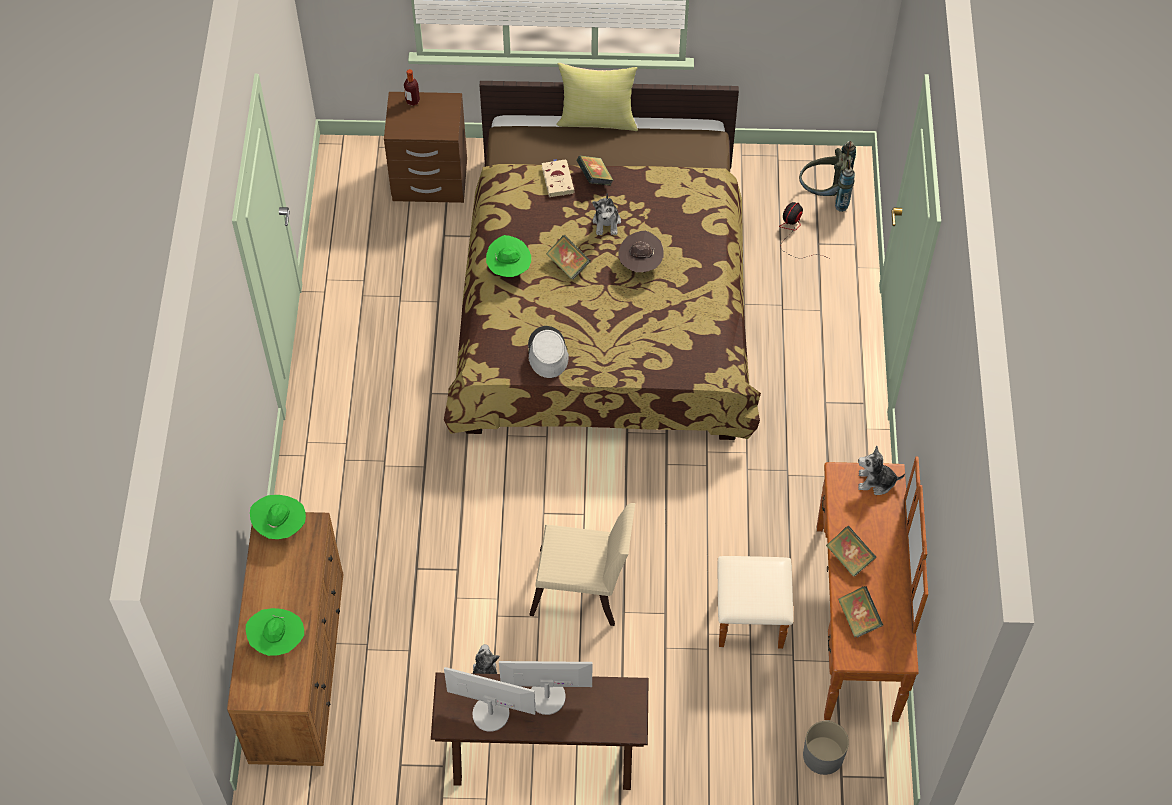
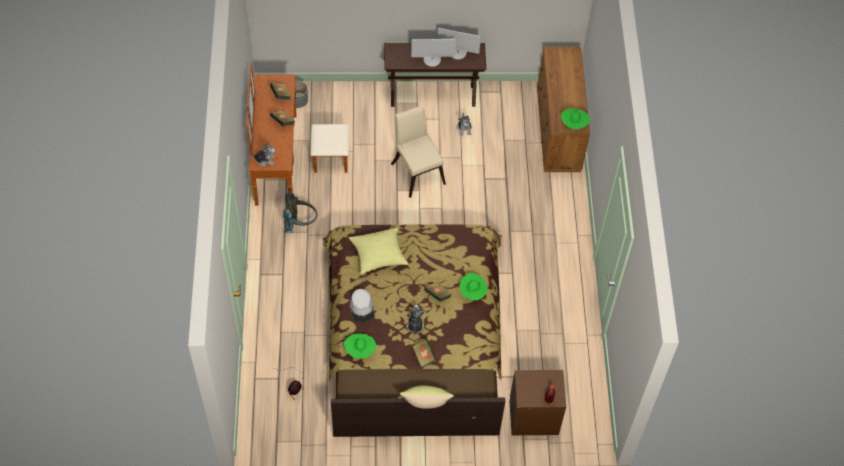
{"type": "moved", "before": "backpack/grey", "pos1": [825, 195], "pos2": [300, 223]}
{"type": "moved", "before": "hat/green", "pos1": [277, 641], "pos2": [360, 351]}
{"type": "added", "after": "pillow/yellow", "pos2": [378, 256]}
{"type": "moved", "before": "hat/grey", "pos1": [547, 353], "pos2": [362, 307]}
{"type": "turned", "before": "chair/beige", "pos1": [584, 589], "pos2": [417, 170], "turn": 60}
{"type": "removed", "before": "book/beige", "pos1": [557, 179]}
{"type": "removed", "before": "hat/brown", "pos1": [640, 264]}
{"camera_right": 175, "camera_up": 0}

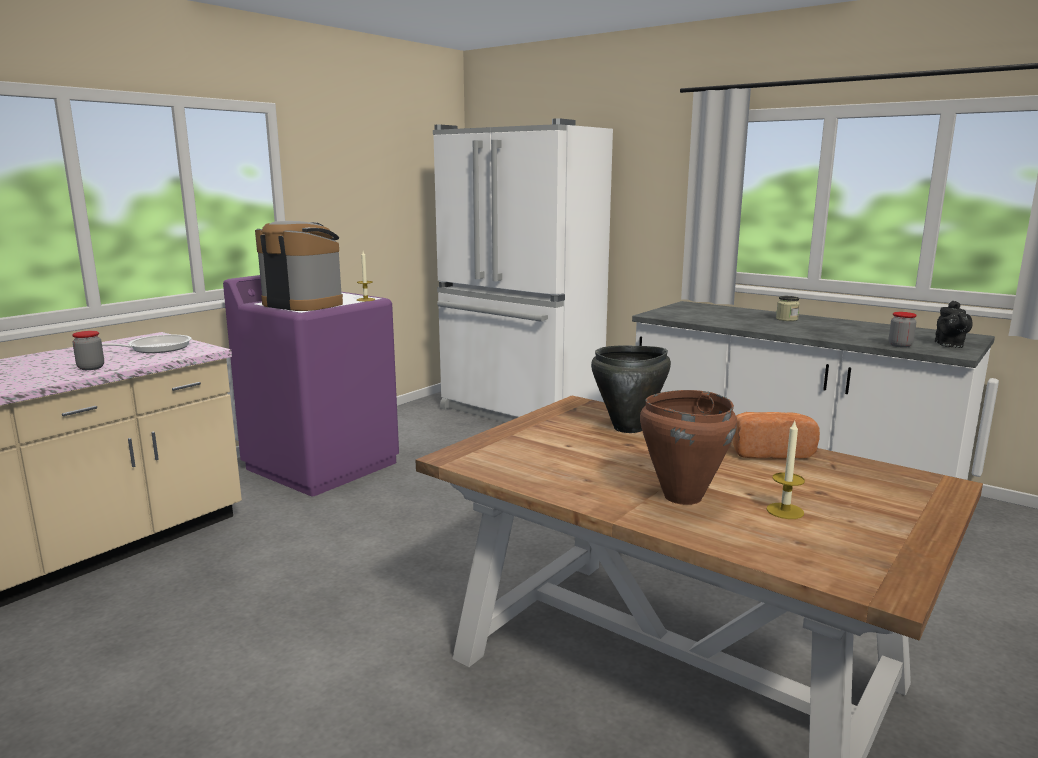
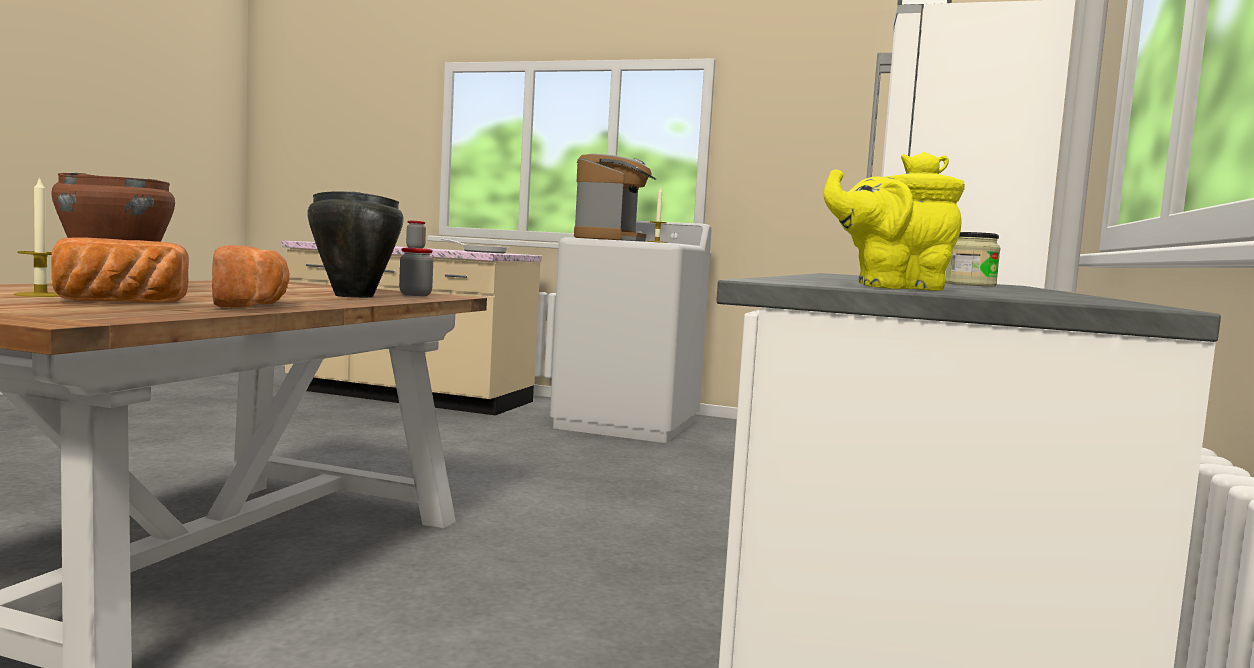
{"type": "added", "after": "bread", "pos2": [119, 302]}
{"type": "moved", "before": "jar", "pos1": [900, 345], "pos2": [415, 295]}
{"type": "recoloured", "before": "washing machine/purple", "after": "washing machine/white", "pos1": [323, 465], "pos2": [627, 424]}
{"type": "recoloured", "before": "teapot/black", "after": "teapot/yellow", "pos1": [949, 345], "pos2": [892, 287]}
{"camera_right": 70, "camera_up": -10}

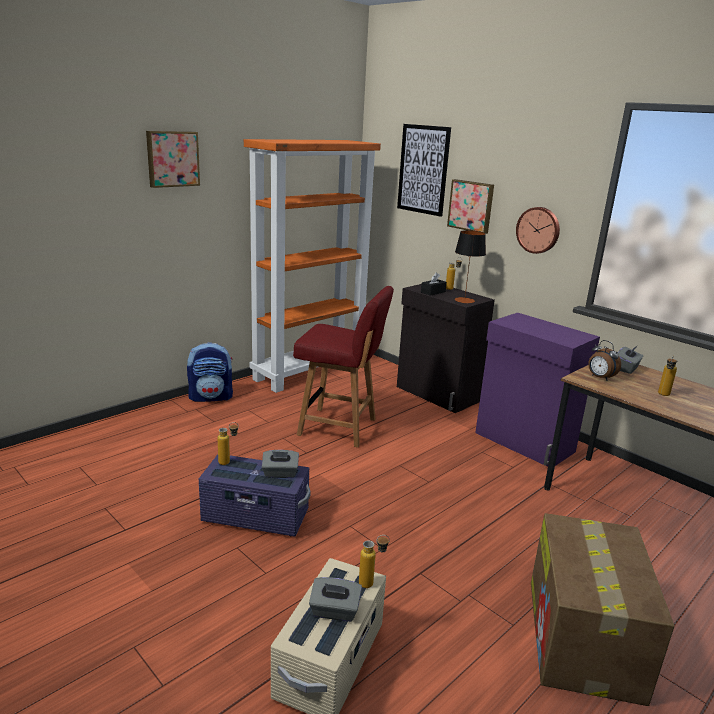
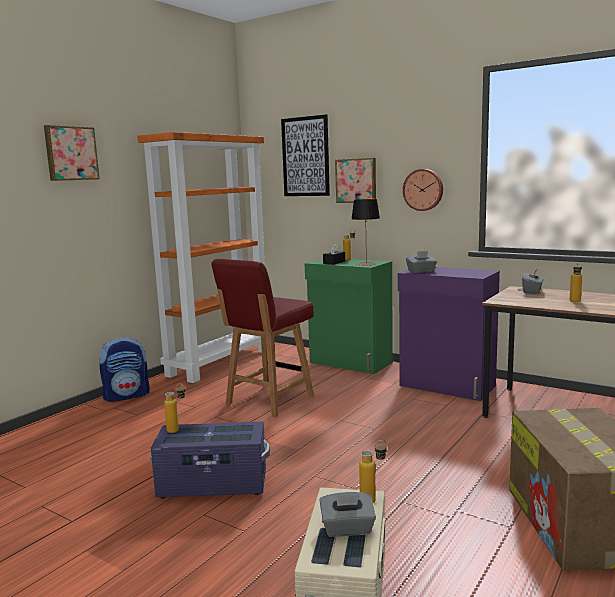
{"type": "turned", "before": "chair/red", "pos1": [339, 427], "pos2": [268, 400], "turn": 120}
{"type": "recoloured", "before": "cabinet/black", "after": "cabinet/green", "pos1": [437, 394], "pos2": [350, 363]}
{"type": "moved", "before": "tissue box/grey", "pos1": [280, 473], "pos2": [421, 271]}
{"type": "removed", "before": "alarm clock", "pos1": [600, 378]}
{"camera_right": -10, "camera_up": -10}

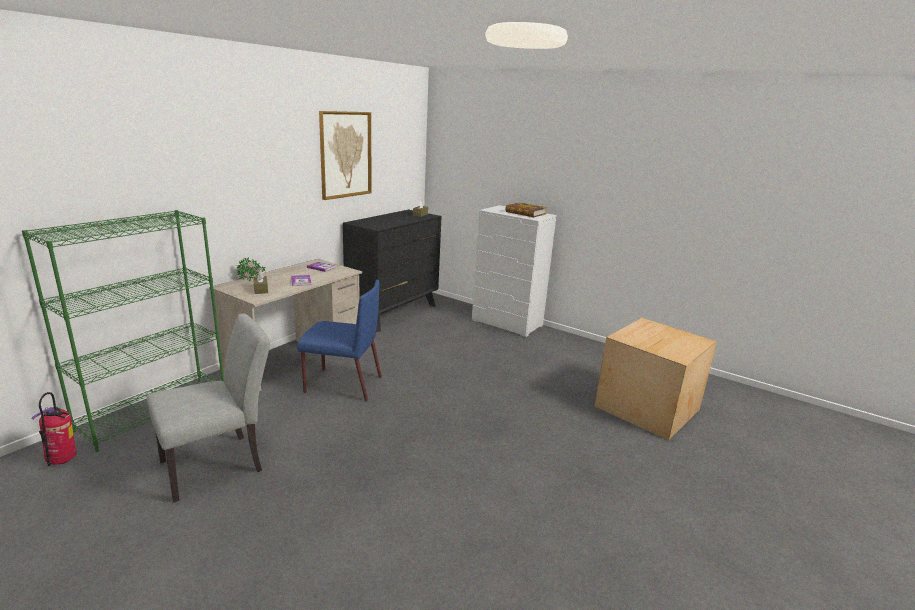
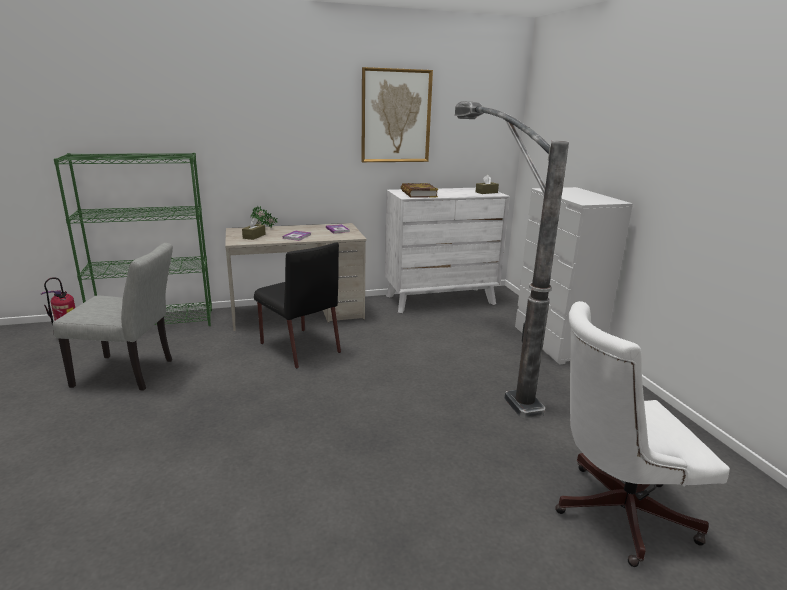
{"type": "recoloured", "before": "chair/blue", "after": "chair/black", "pos1": [342, 384], "pos2": [299, 347]}
{"type": "recoloured", "before": "dresser/black", "after": "dresser/white", "pos1": [393, 312], "pos2": [440, 299]}
{"type": "moved", "before": "book", "pos1": [525, 213], "pos2": [418, 194]}
{"type": "added", "after": "floor lamp", "pos2": [482, 359]}
{"type": "replaced", "before": "cardboard box", "after": "office chair/white", "pos1": [645, 408], "pos2": [613, 511]}
{"camera_right": 40, "camera_up": 0}

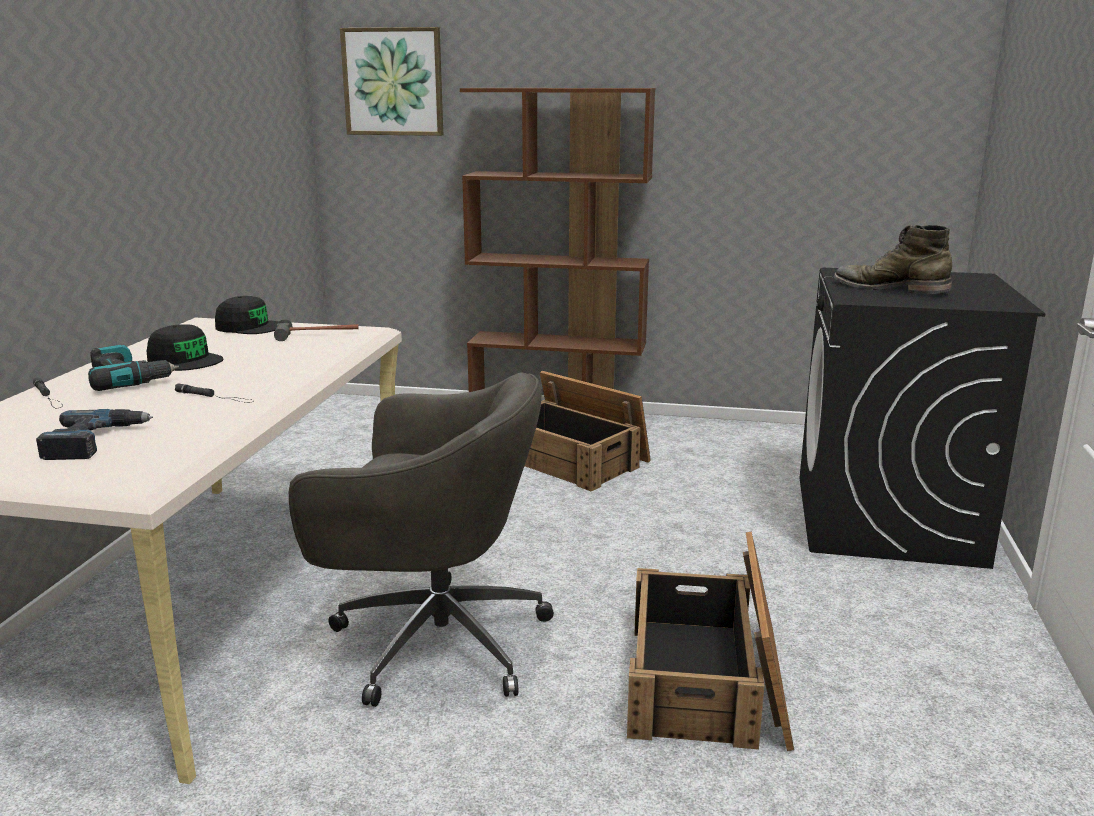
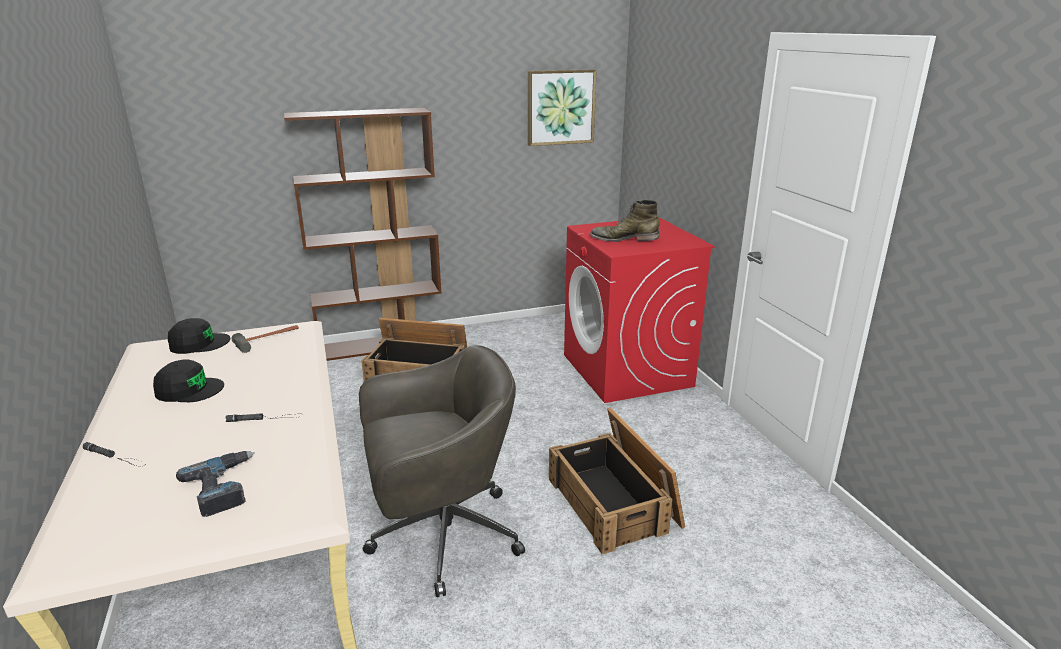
{"type": "moved", "before": "picture", "pos1": [393, 82], "pos2": [560, 107]}
{"type": "recoloured", "before": "washing machine/black", "after": "washing machine/red", "pos1": [887, 521], "pos2": [627, 371]}
{"type": "removed", "before": "power drill", "pos1": [129, 380]}
{"camera_right": -30, "camera_up": 5}

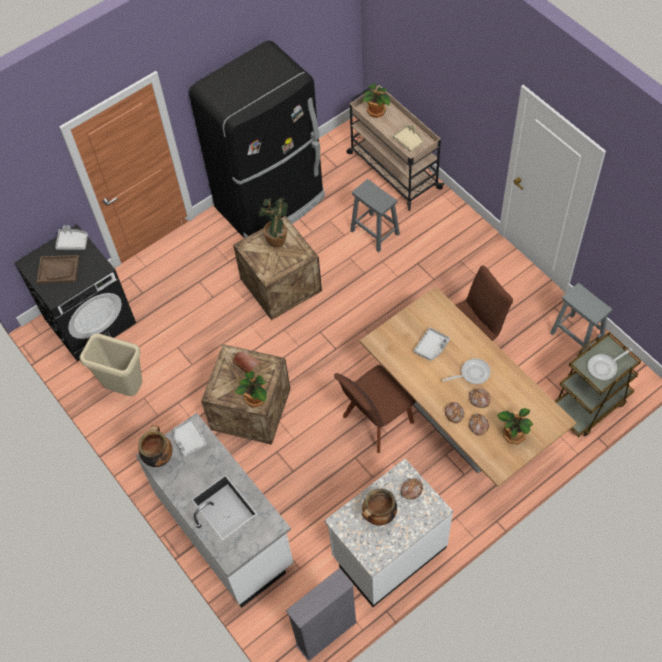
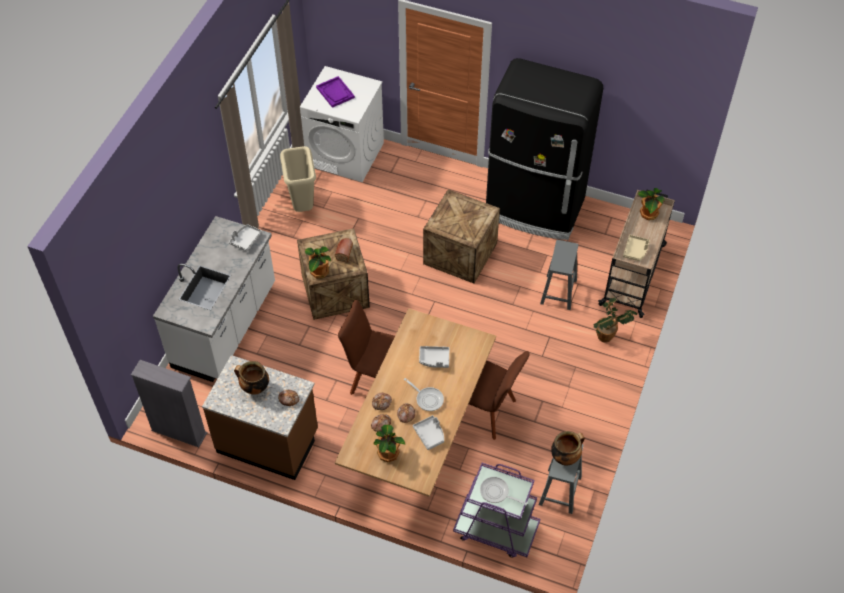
{"type": "recoloured", "before": "counter/white", "after": "counter/brown", "pos1": [388, 552], "pos2": [268, 441]}
{"type": "recoloured", "before": "washing machine/black", "after": "washing machine/white", "pos1": [90, 320], "pos2": [346, 154]}
{"type": "recoloured", "before": "tray/brown", "after": "tray/purple", "pos1": [58, 270], "pos2": [335, 93]}
{"type": "moved", "before": "tray/grey", "pos1": [72, 242], "pos2": [430, 434]}
{"type": "recoloured", "before": "cart/brown", "after": "cart/purple", "pos1": [589, 404], "pos2": [495, 530]}
{"type": "moved", "before": "cooking pot", "pos1": [158, 456], "pos2": [565, 457]}
{"type": "moved", "before": "potted plant", "pos1": [278, 238], "pos2": [608, 336]}
{"camera_right": 55, "camera_up": -5}

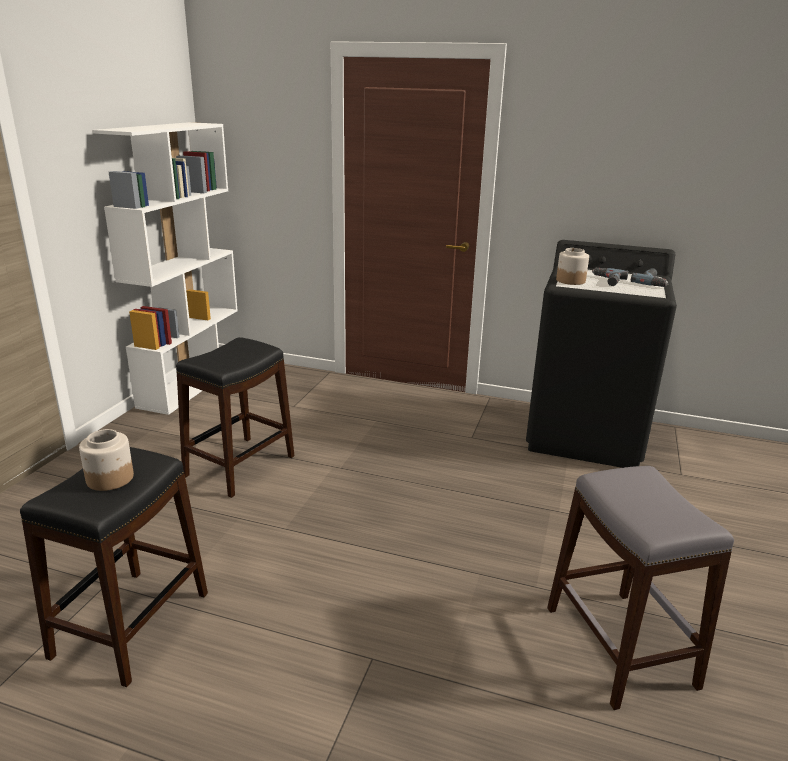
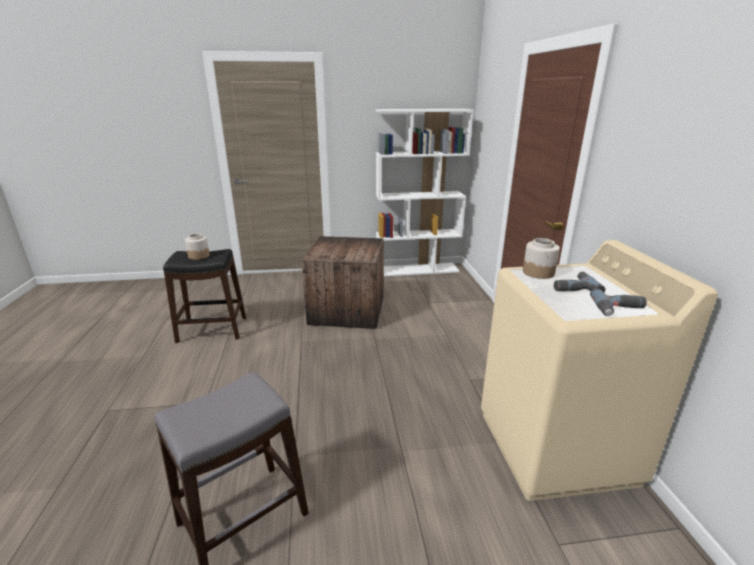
{"type": "replaced", "before": "stool/black", "after": "crate", "pos1": [239, 466], "pos2": [348, 310]}
{"type": "recoloured", "before": "washing machine/black", "after": "washing machine/beige", "pos1": [586, 435], "pos2": [555, 447]}
{"camera_right": 65, "camera_up": 0}

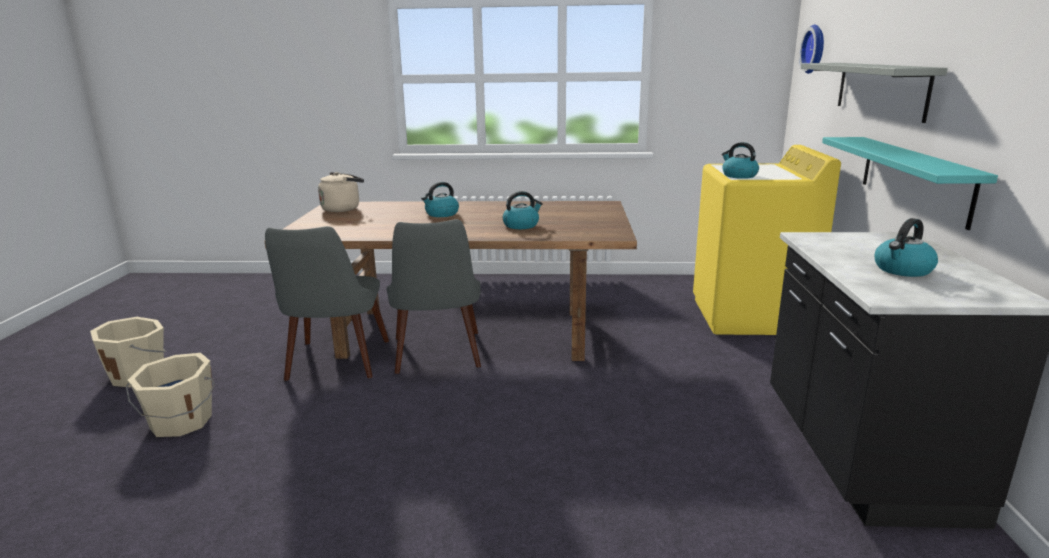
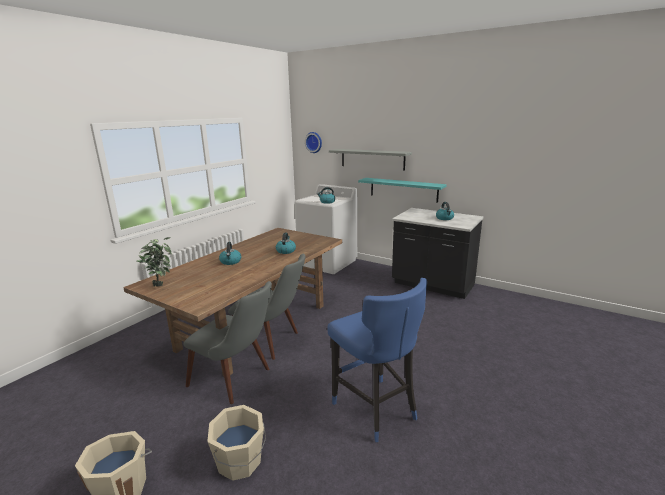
{"type": "replaced", "before": "kettle/beige", "after": "potted plant", "pos1": [343, 208], "pos2": [160, 283]}
{"type": "recoloured", "before": "washing machine/yellow", "after": "washing machine/white", "pos1": [750, 316], "pos2": [328, 263]}
{"type": "added", "after": "stool/blue", "pos2": [375, 410]}
{"camera_right": -60, "camera_up": 0}

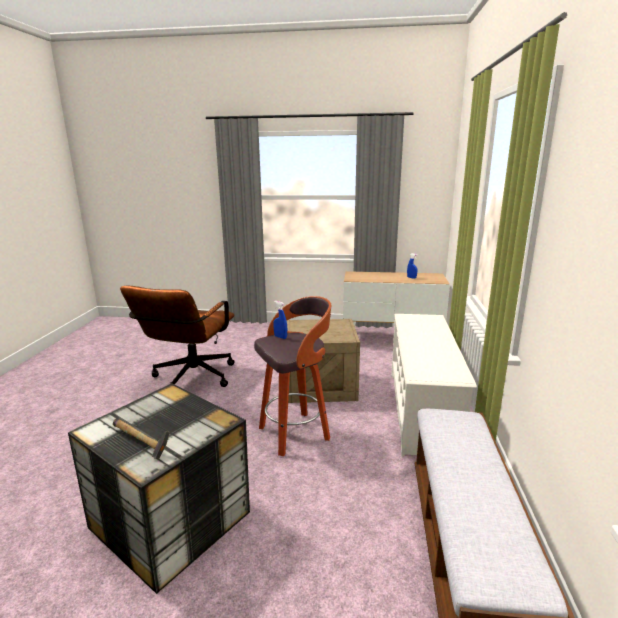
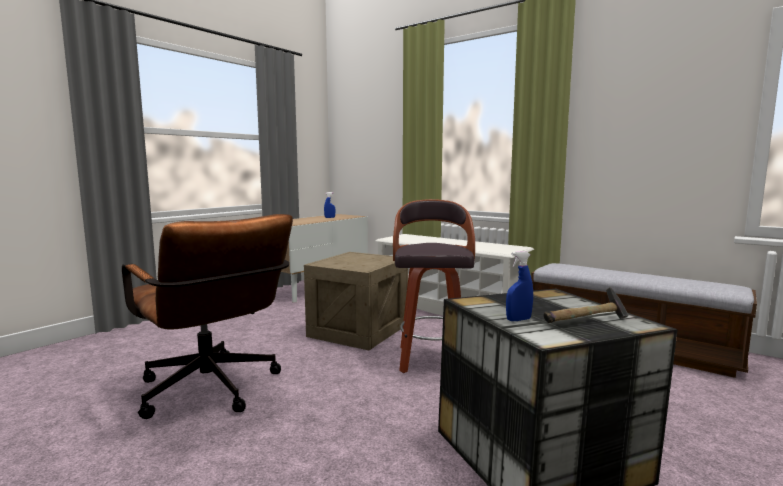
{"type": "moved", "before": "spray bottle/blue", "pos1": [280, 337], "pos2": [518, 319]}
{"camera_right": -60, "camera_up": -10}

